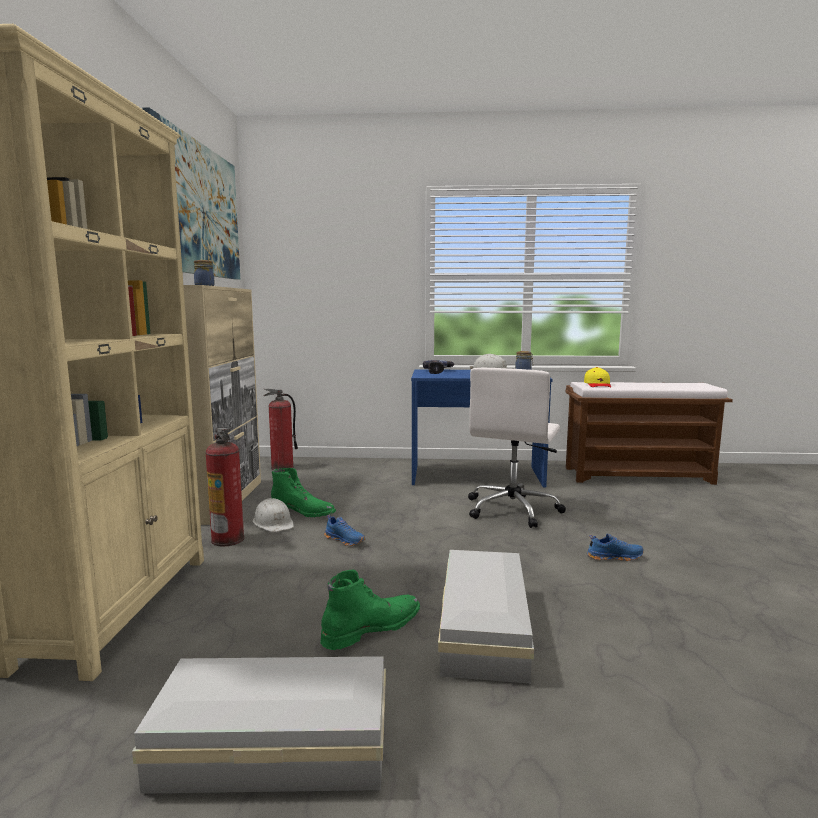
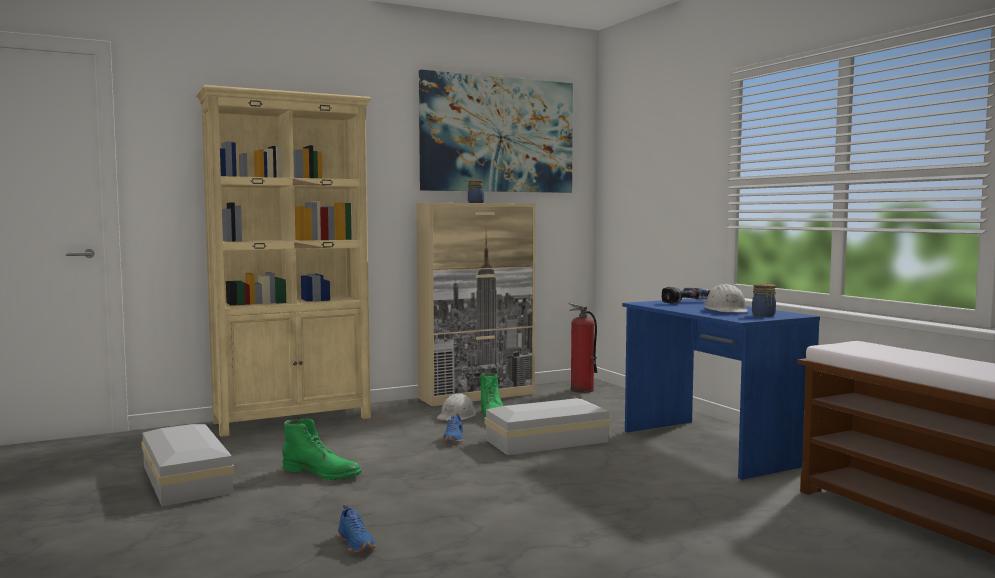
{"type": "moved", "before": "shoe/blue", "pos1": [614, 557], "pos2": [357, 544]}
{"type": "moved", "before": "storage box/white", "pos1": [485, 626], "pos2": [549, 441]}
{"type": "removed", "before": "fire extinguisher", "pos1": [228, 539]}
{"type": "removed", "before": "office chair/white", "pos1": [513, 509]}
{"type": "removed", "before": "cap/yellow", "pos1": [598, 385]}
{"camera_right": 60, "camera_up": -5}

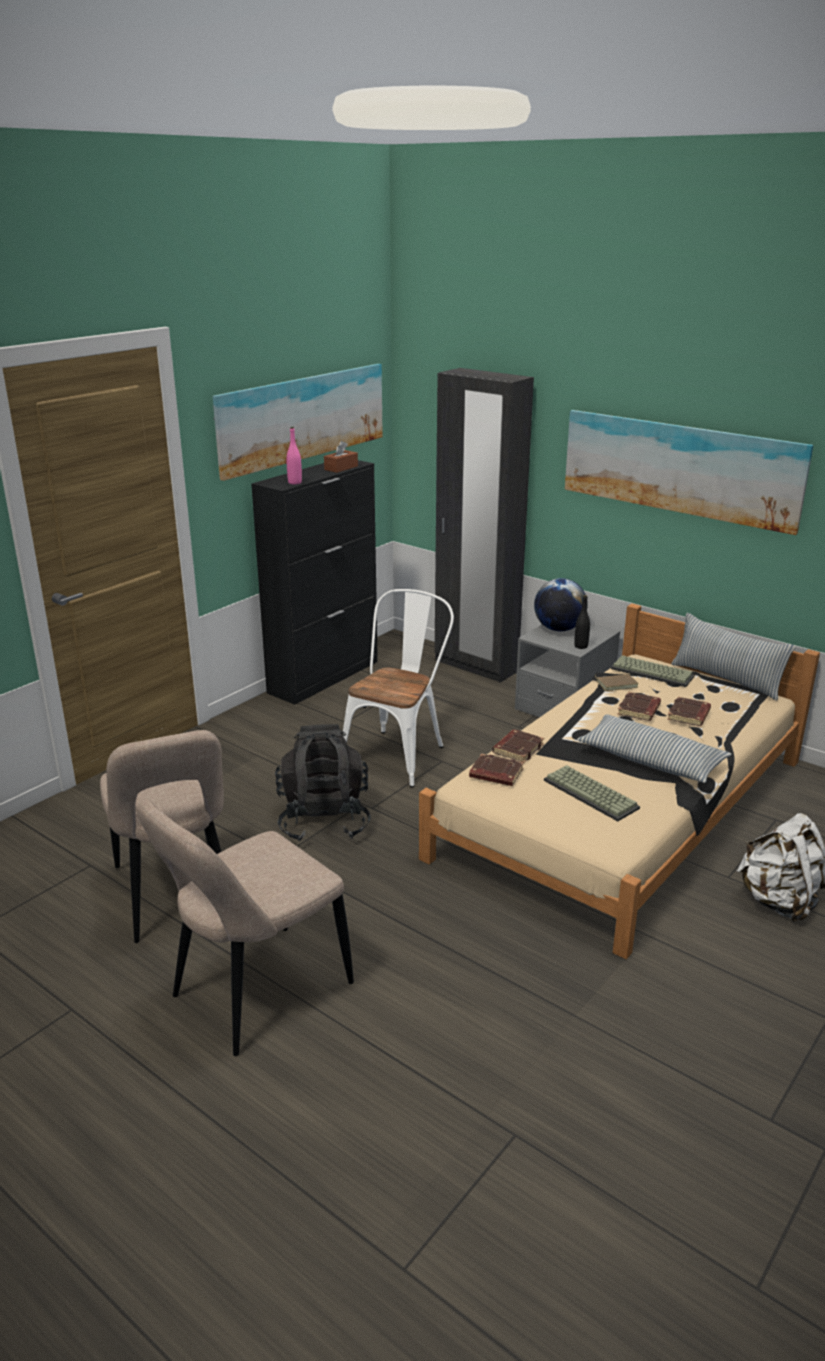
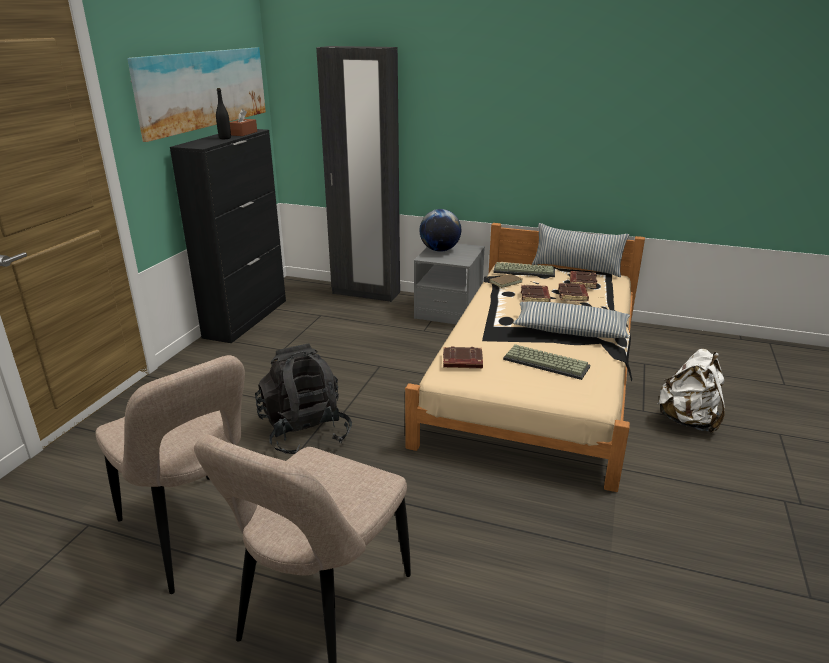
{"type": "moved", "before": "bottle/black", "pos1": [581, 646], "pos2": [225, 138]}
{"type": "moved", "before": "book/brown", "pos1": [517, 749], "pos2": [582, 282]}
{"type": "removed", "before": "bottle/pink", "pos1": [295, 482]}
{"type": "removed", "before": "chair/white", "pos1": [398, 753]}
{"type": "removed", "before": "picture", "pos1": [680, 467]}
{"camera_right": -20, "camera_up": 0}

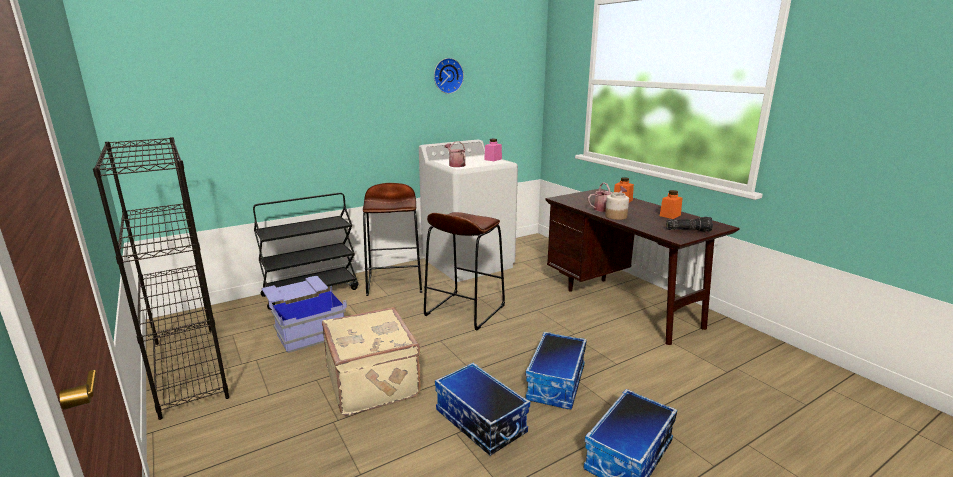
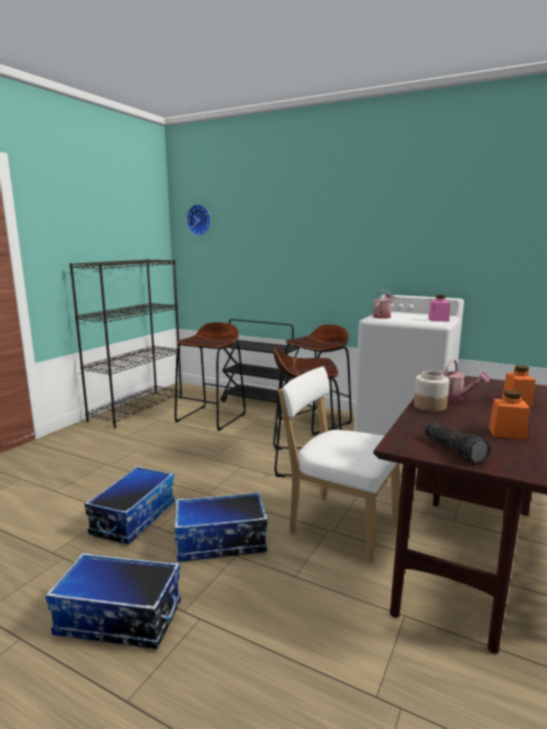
{"type": "replaced", "before": "storage box/blue", "after": "stool/brown", "pos1": [305, 327], "pos2": [211, 418]}
{"type": "moved", "before": "wall clock", "pos1": [447, 75], "pos2": [200, 220]}
{"type": "added", "after": "chair/white", "pos2": [339, 523]}
{"type": "removed", "before": "suitcase/beige", "pos1": [374, 382]}
{"camera_right": 60, "camera_up": -5}

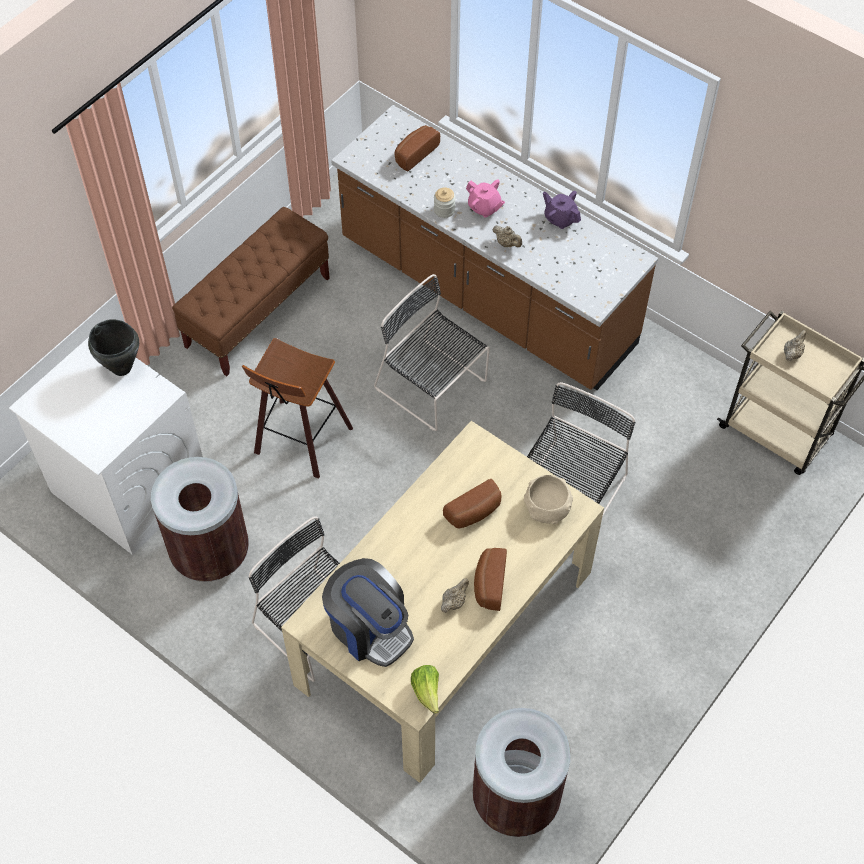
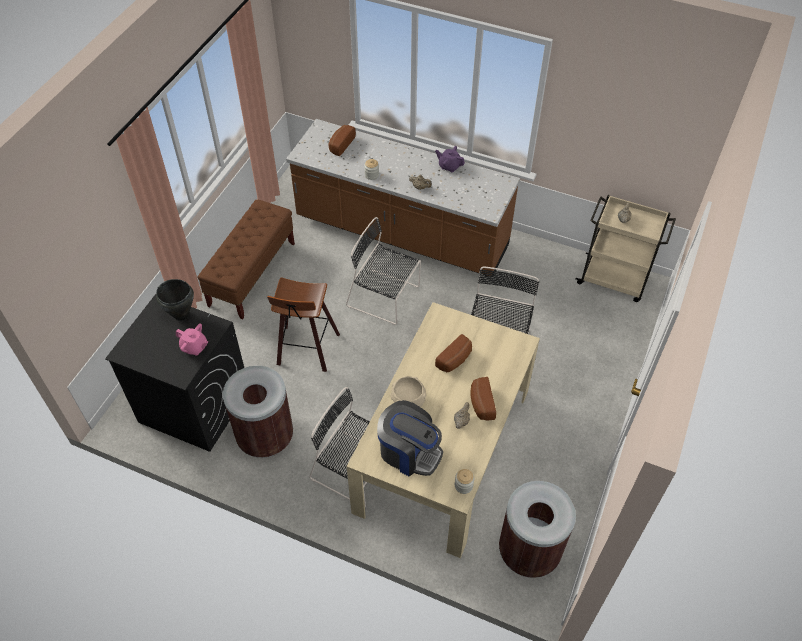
{"type": "recoloured", "before": "washing machine/white", "after": "washing machine/black", "pos1": [128, 486], "pos2": [193, 405]}
{"type": "moved", "before": "teapot/pink", "pos1": [484, 207], "pos2": [194, 347]}
{"type": "moved", "before": "bowl/beige", "pos1": [548, 506], "pos2": [408, 399]}
{"type": "replaced", "before": "lettuce", "after": "jar", "pos1": [427, 692], "pos2": [463, 485]}
{"camera_right": -15, "camera_up": -5}

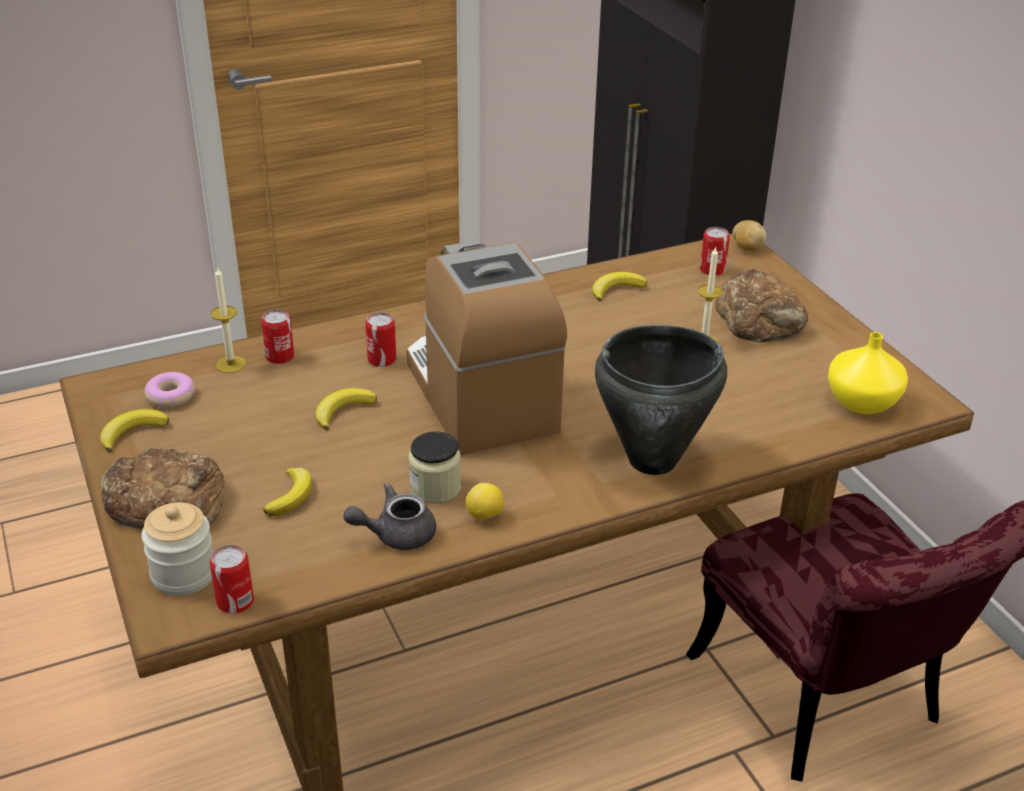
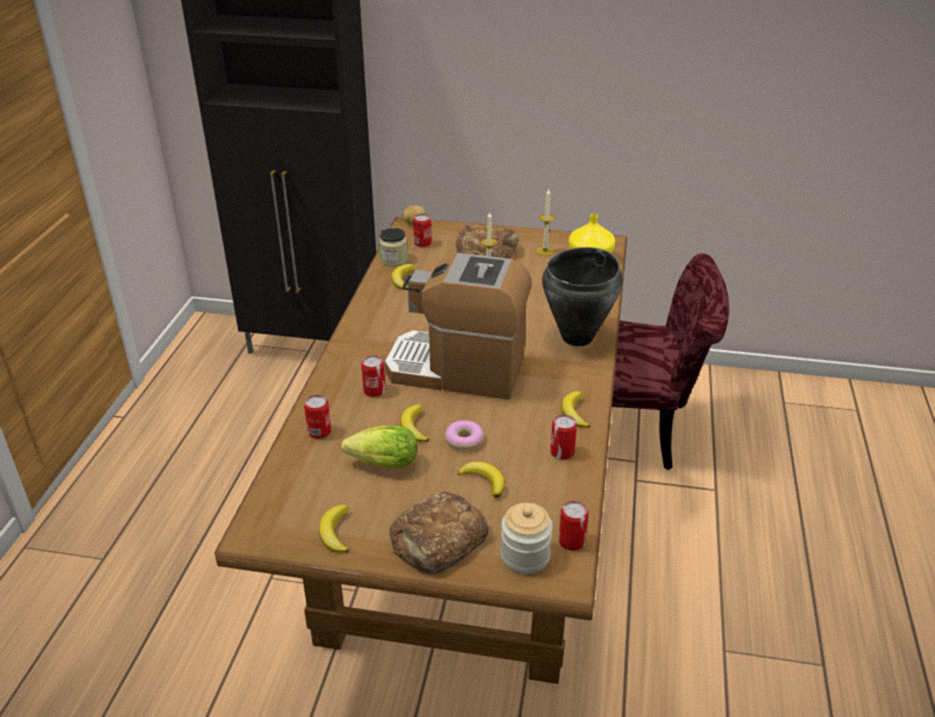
{"type": "added", "after": "lettuce", "pos2": [380, 464]}
{"type": "moved", "before": "jar", "pos1": [435, 488], "pos2": [393, 259]}
{"type": "moved", "before": "donut", "pos1": [171, 396], "pos2": [464, 440]}
{"type": "moved", "before": "candle", "pos1": [231, 364], "pos2": [545, 251]}
{"type": "replaced", "before": "teapot/grey", "after": "can", "pos1": [395, 534], "pos2": [562, 452]}
{"type": "replaced", "before": "lemon", "after": "banana", "pos1": [484, 516], "pos2": [574, 413]}
{"camera_right": -55, "camera_up": 0}

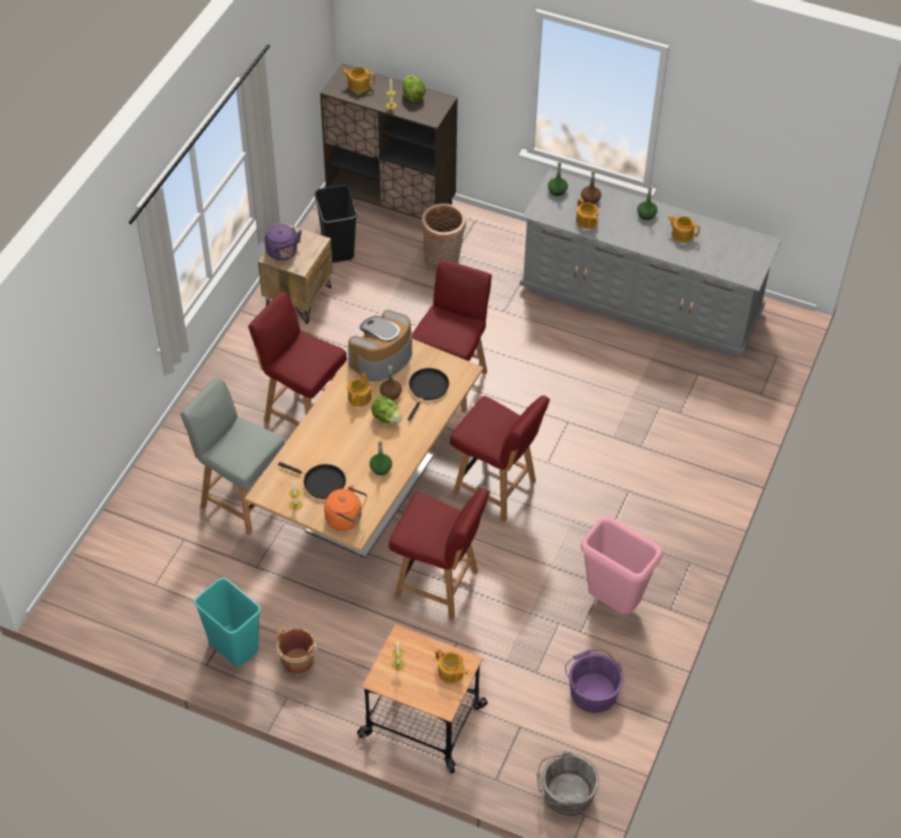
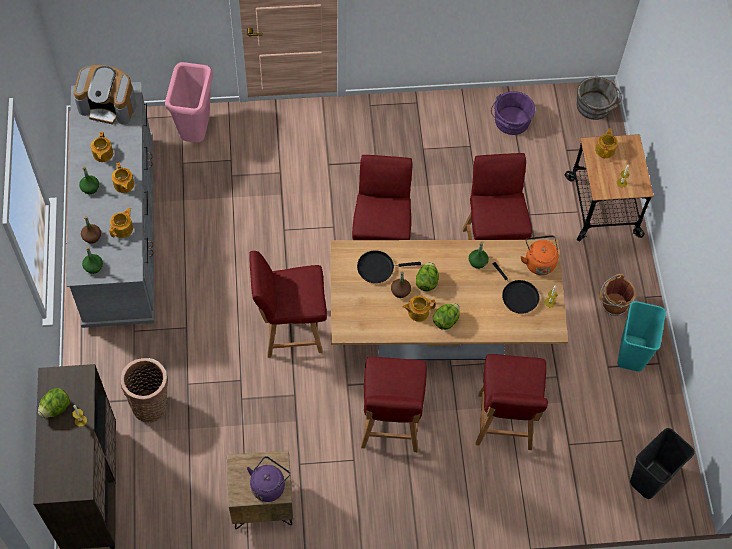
{"type": "moved", "before": "coffee machine", "pos1": [381, 358], "pos2": [108, 105]}
{"type": "moved", "before": "teapot", "pos1": [359, 85], "pos2": [123, 185]}
{"type": "moved", "before": "trash can/pink", "pos1": [614, 603], "pos2": [195, 133]}
{"type": "added", "after": "lettuce", "pos2": [446, 320]}
{"type": "recoloured", "before": "chair/grey", "after": "chair/red", "pos1": [242, 499], "pos2": [504, 423]}
{"type": "turned", "before": "frying pan/black", "pos1": [321, 482], "pos2": [518, 296], "turn": 150}
{"type": "moved", "before": "trash can/black", "pos1": [337, 249], "pos2": [651, 480]}
{"camera_right": -120, "camera_up": 10}

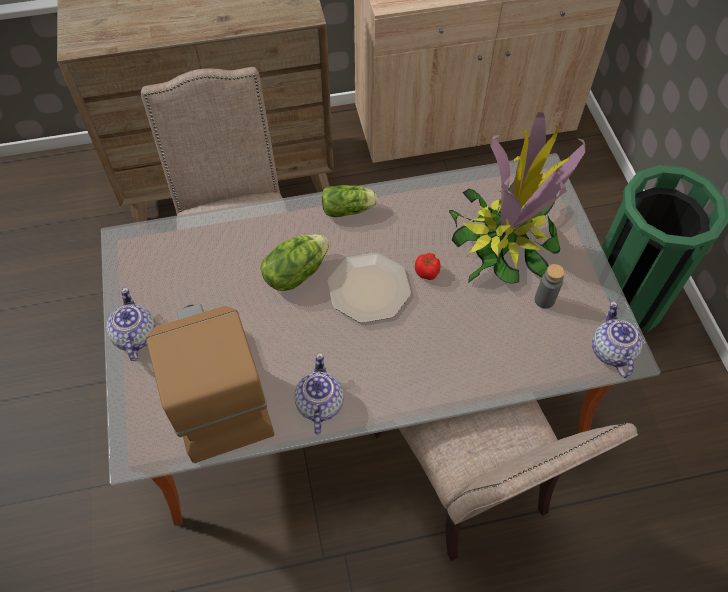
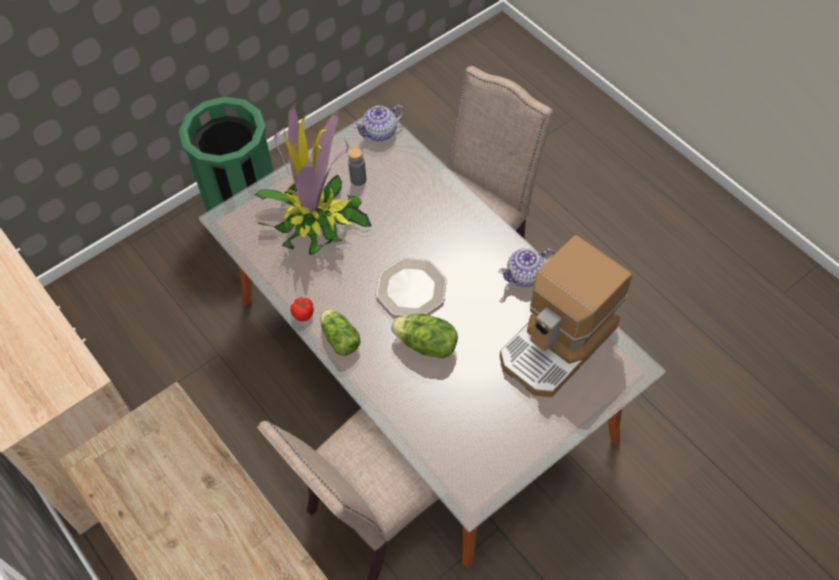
{"type": "moved", "before": "tomato", "pos1": [427, 272], "pos2": [303, 313]}
{"type": "removed", "before": "teapot", "pos1": [135, 336]}
{"camera_right": -115, "camera_up": 0}

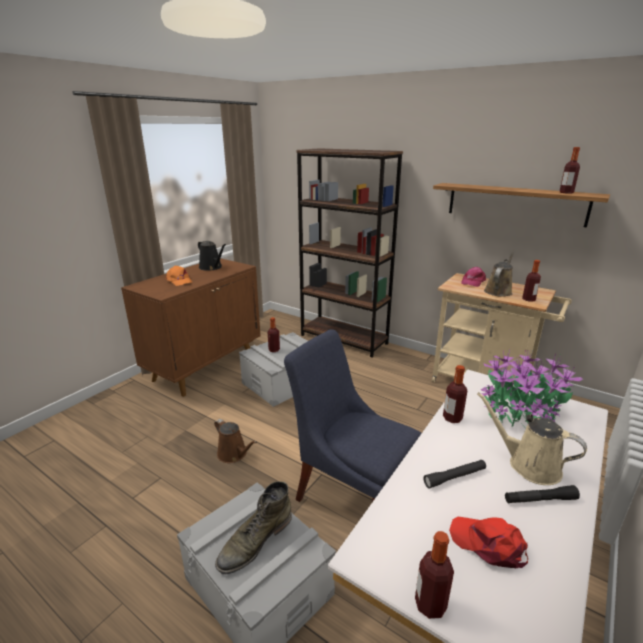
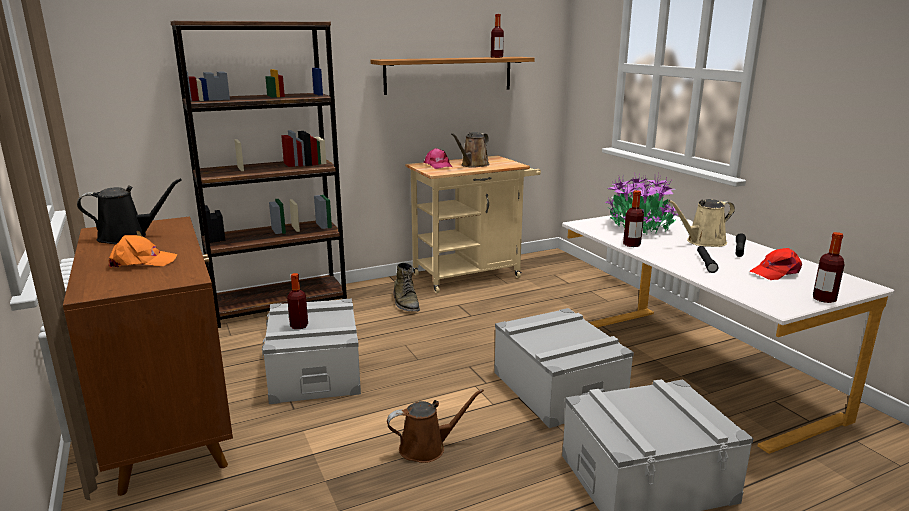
{"type": "moved", "before": "boot/green", "pos1": [255, 541], "pos2": [406, 303]}
{"type": "turned", "before": "watering can/brown", "pos1": [498, 291], "pos2": [473, 165], "turn": -120}
{"type": "replaced", "before": "chair/blue", "after": "storage box/grey", "pos1": [351, 491], "pos2": [557, 388]}
{"type": "removed", "before": "bottle", "pos1": [528, 299]}
{"camera_right": -60, "camera_up": -5}

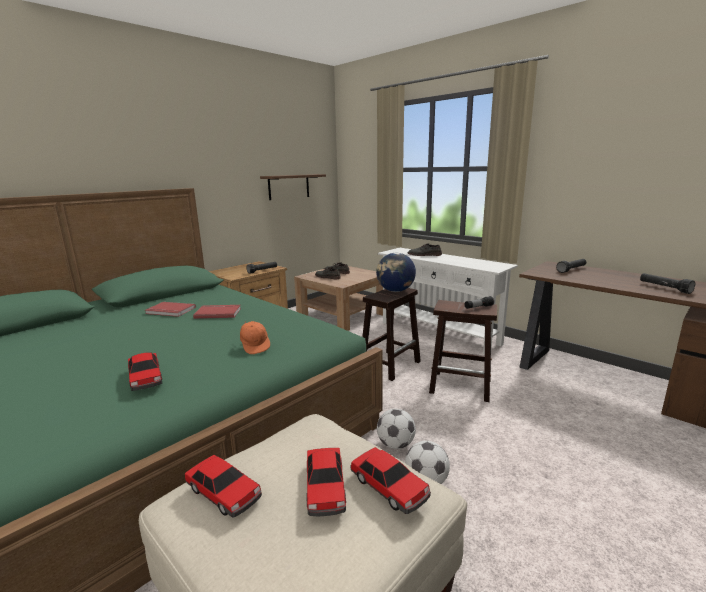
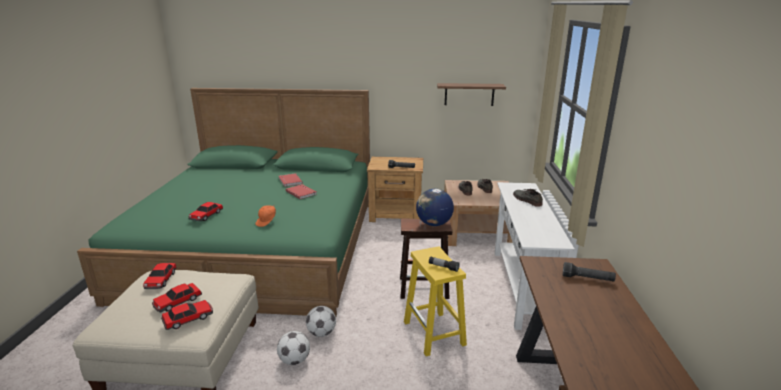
{"type": "turned", "before": "toy car", "pos1": [389, 487], "pos2": [188, 319], "turn": -135}
{"type": "recoloured", "before": "stool/brown", "after": "stool/yellow", "pos1": [461, 386], "pos2": [434, 334]}
{"type": "removed", "before": "flashlight/black", "pos1": [664, 288]}
{"camera_right": 50, "camera_up": 5}

